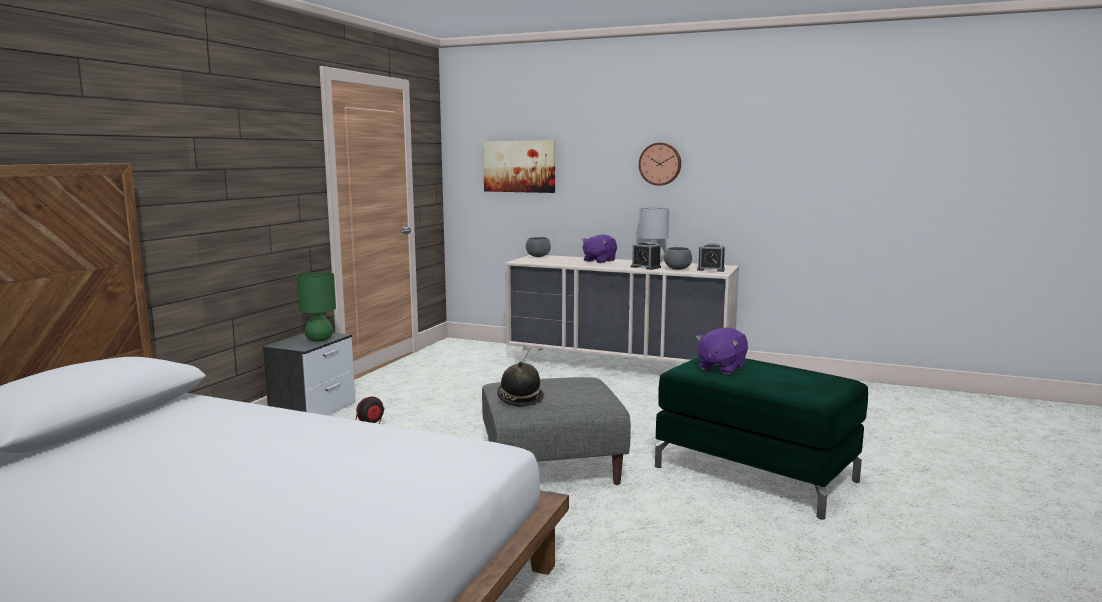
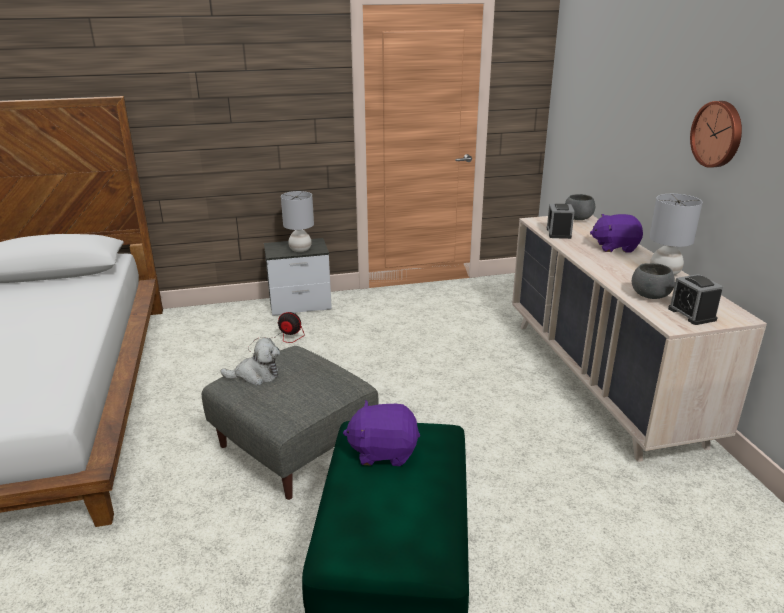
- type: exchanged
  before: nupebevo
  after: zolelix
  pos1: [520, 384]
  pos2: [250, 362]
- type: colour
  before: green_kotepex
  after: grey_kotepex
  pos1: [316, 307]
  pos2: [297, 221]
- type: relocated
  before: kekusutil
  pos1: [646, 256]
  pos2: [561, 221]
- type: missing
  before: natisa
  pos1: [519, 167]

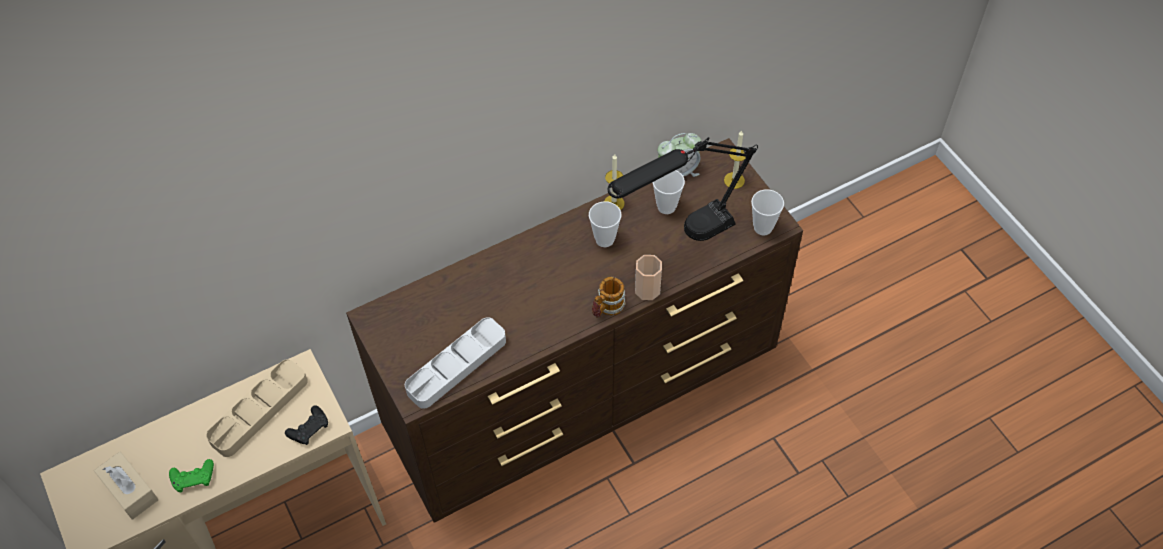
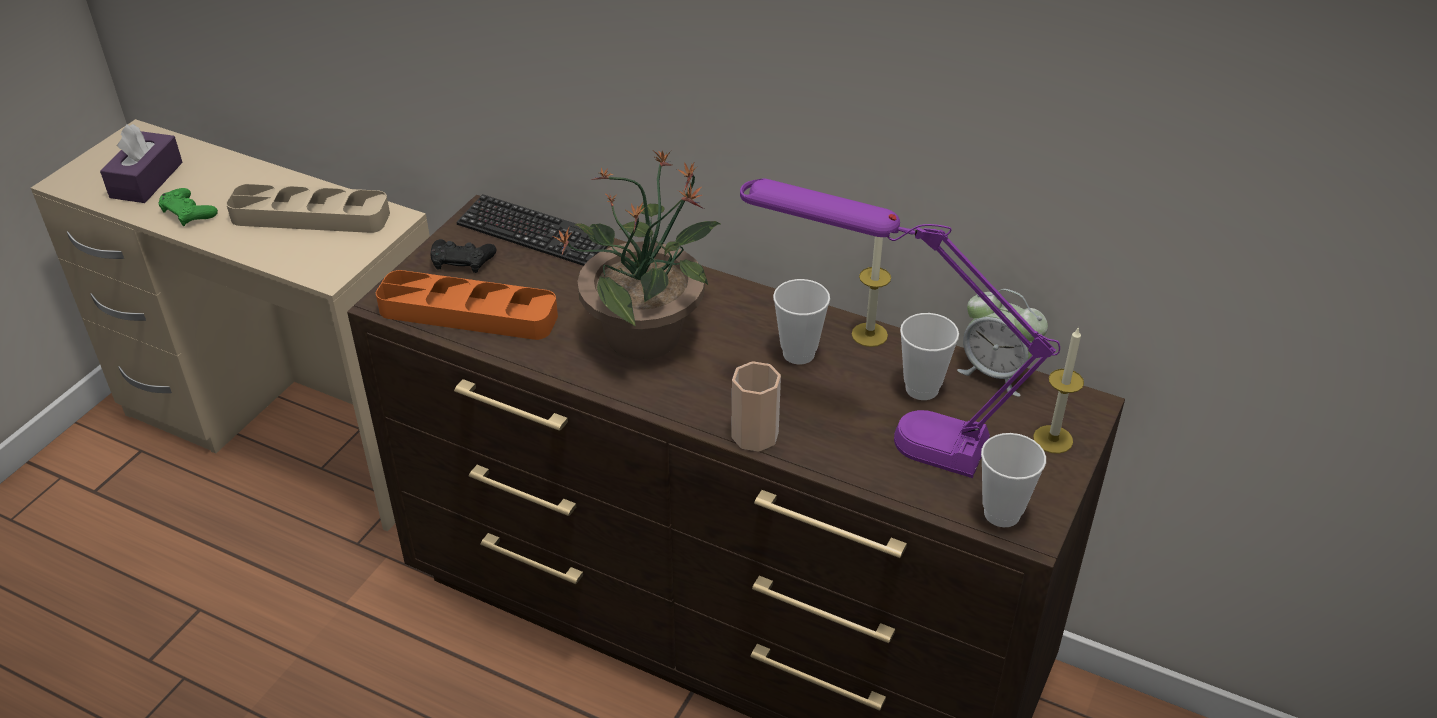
- type: colour
  before: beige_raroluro
  after: purple_raroluro
  pos1: [126, 485]
  pos2: [141, 163]
- type: colour
  before: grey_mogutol
  after: orange_mogutol
  pos1: [455, 363]
  pos2: [467, 305]
- type: relocated
  before: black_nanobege
  pos1: [306, 425]
  pos2: [463, 256]
- type: appeared
  after: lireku
  pos2: [532, 230]
- type: appeared
  after: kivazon
  pos2: [637, 255]
- type: colour
  before: black_kotepex
  after: purple_kotepex
  pos1: [683, 189]
  pos2: [900, 328]
- type: missing
  before: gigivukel
  pos1: [609, 297]

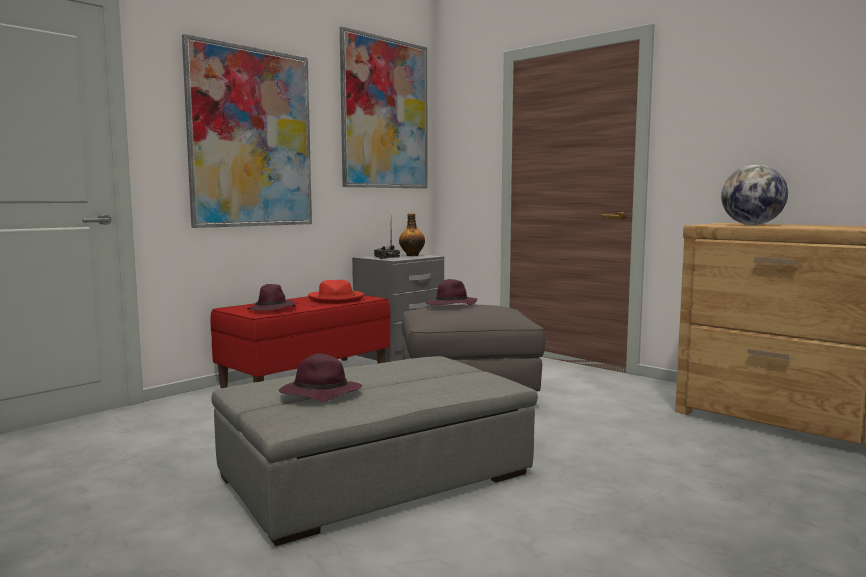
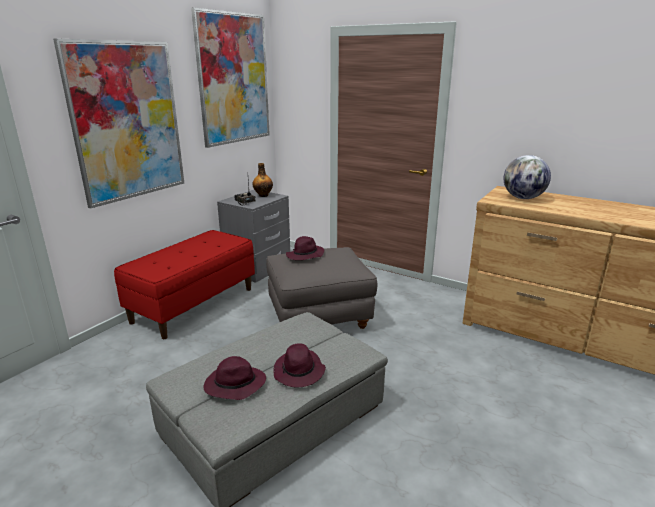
- type: relocated
  before: purple_nupebevo
  pos1: [271, 297]
  pos2: [299, 365]
- type: missing
  before: red_nupebevo
  pos1: [336, 292]

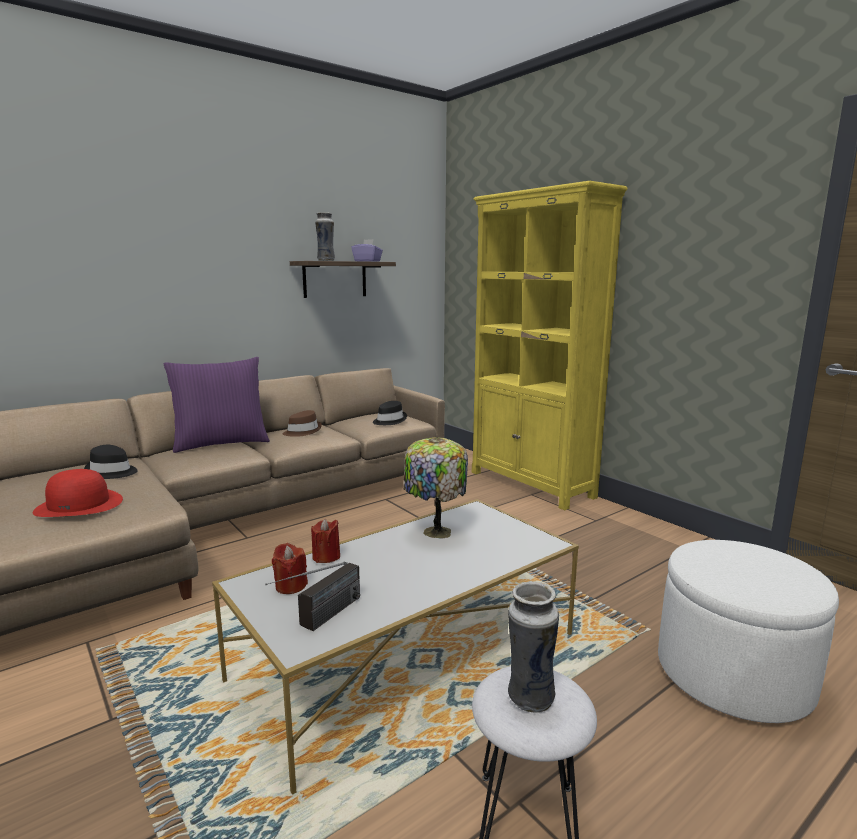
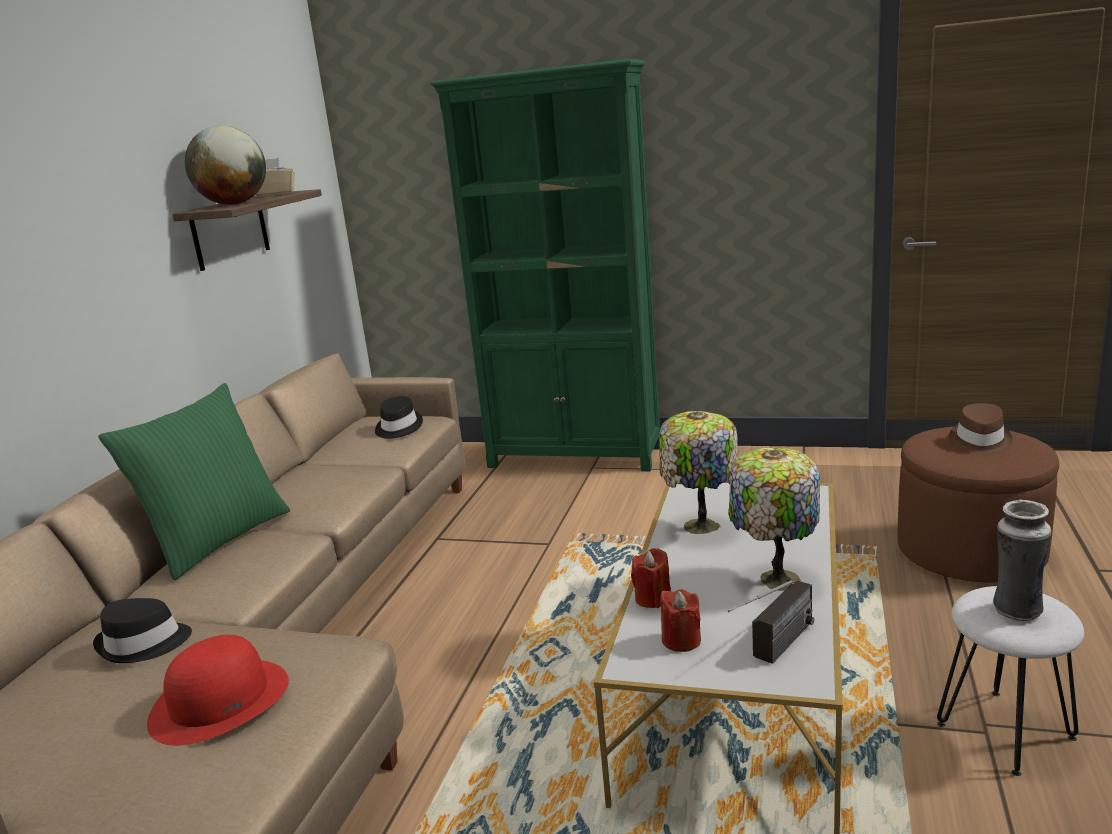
- type: colour
  before: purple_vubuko
  after: green_vubuko
  pos1: [217, 405]
  pos2: [194, 481]
- type: exchanged
  before: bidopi
  after: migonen
  pos1: [325, 236]
  pos2: [225, 165]
- type: colour
  before: purple_raroluro
  after: beige_raroluro
  pos1: [367, 250]
  pos2: [275, 177]
- type: colour
  before: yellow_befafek
  after: green_befafek
  pos1: [550, 346]
  pos2: [545, 265]
- type: appeared
  after: kotepex
  pos2: [774, 519]
- type: spun
  before: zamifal
  pos1: [312, 596]
  pos2: [771, 622]
  turn: 45
- type: colour
  before: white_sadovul
  after: brown_sadovul
  pos1: [748, 631]
  pos2: [978, 505]
- type: relocated
  before: brown_nupebevo
  pos1: [302, 423]
  pos2: [981, 429]

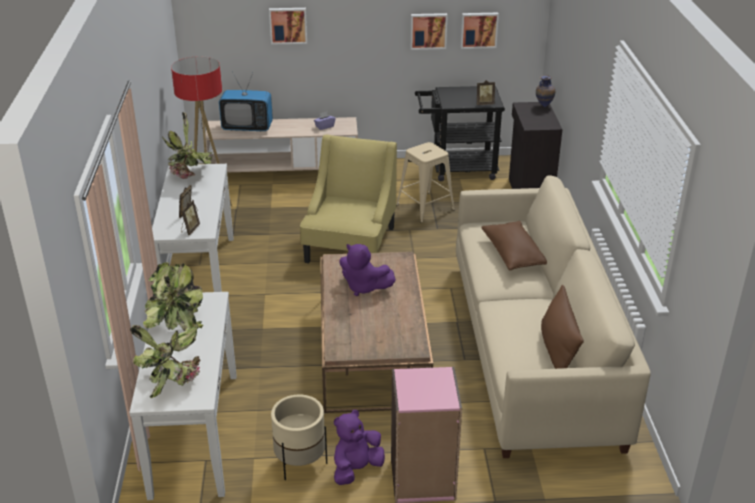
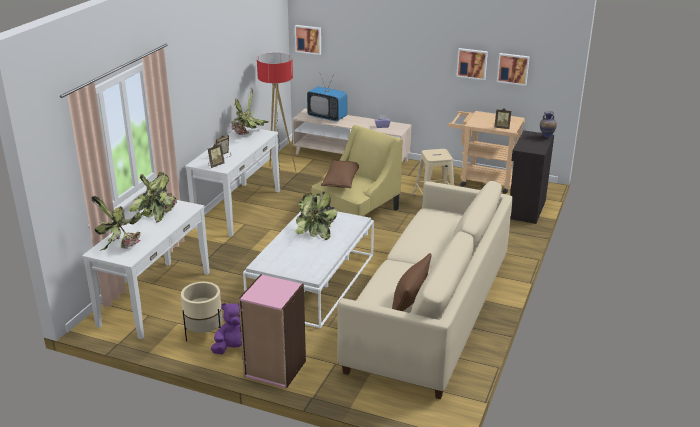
- type: colour
  before: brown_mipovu
  after: white_mipovu
  pos1: [376, 332]
  pos2: [308, 270]
- type: relocated
  before: natisa
  pos1: [288, 26]
  pos2: [308, 40]
- type: exchanged
  before: purple_zolelix
  after: kivazon
  pos1: [367, 270]
  pos2: [316, 215]
- type: relocated
  before: brown_vubuko
  pos1: [514, 246]
  pos2: [340, 174]
- type: colour
  before: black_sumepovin
  after: beige_sumepovin
  pos1: [460, 133]
  pos2: [486, 152]

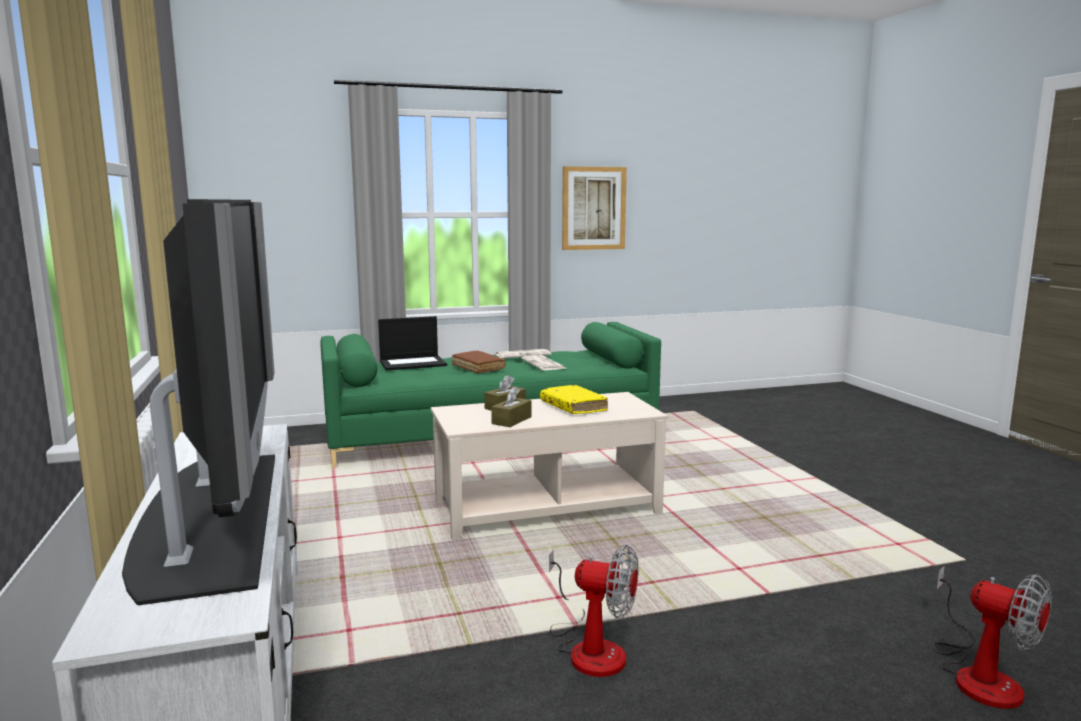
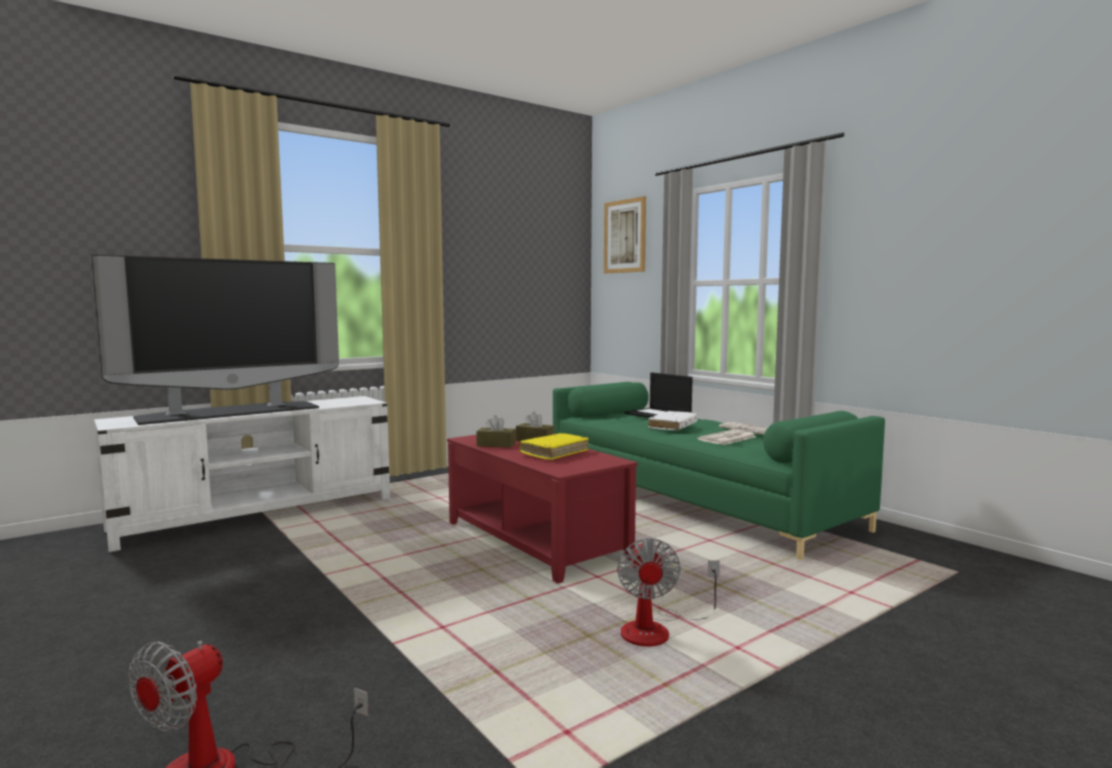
- type: colour
  before: beige_mipovu
  after: red_mipovu
  pos1: [549, 466]
  pos2: [542, 506]
- type: relocated
  before: natisa
  pos1: [594, 208]
  pos2: [625, 235]
- type: relocated
  before: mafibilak
  pos1: [594, 611]
  pos2: [668, 592]
- type: colour
  before: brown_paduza
  after: white_paduza
  pos1: [479, 362]
  pos2: [673, 421]

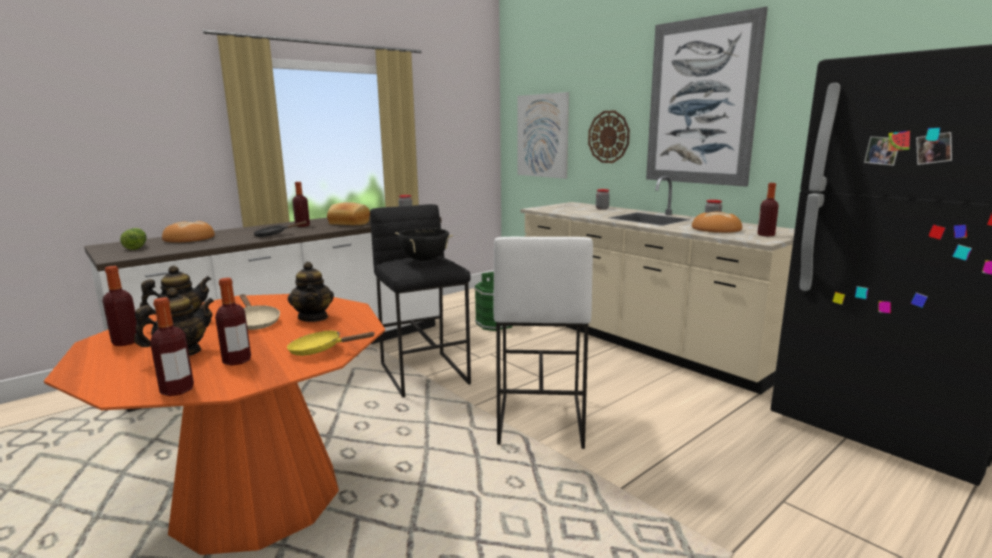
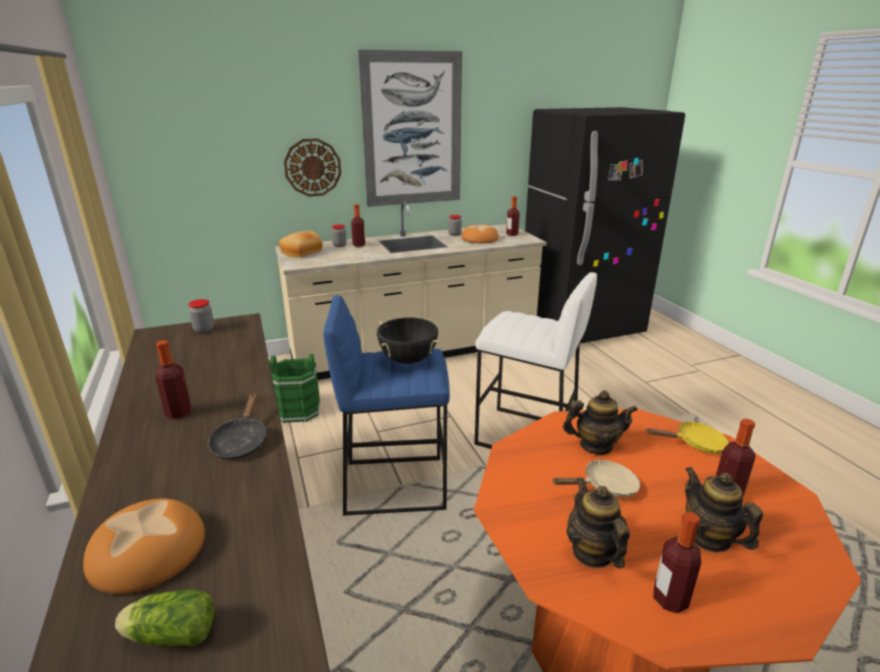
- type: relocated
  before: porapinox
  pos1: [348, 213]
  pos2: [300, 244]
- type: colour
  before: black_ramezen
  after: blue_ramezen
  pos1: [420, 301]
  pos2: [386, 406]
- type: relocated
  before: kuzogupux
  pos1: [172, 346]
  pos2: [358, 225]
- type: spun
  before: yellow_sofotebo
  pos1: [331, 343]
  pos2: [687, 437]
  turn: -120
- type: missing
  before: natisa
  pos1: [543, 135]

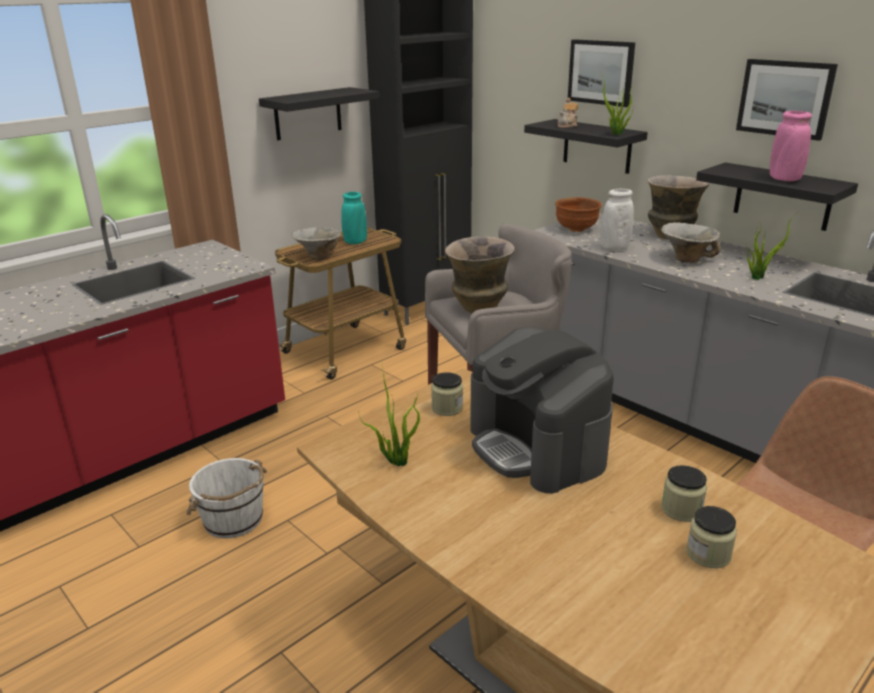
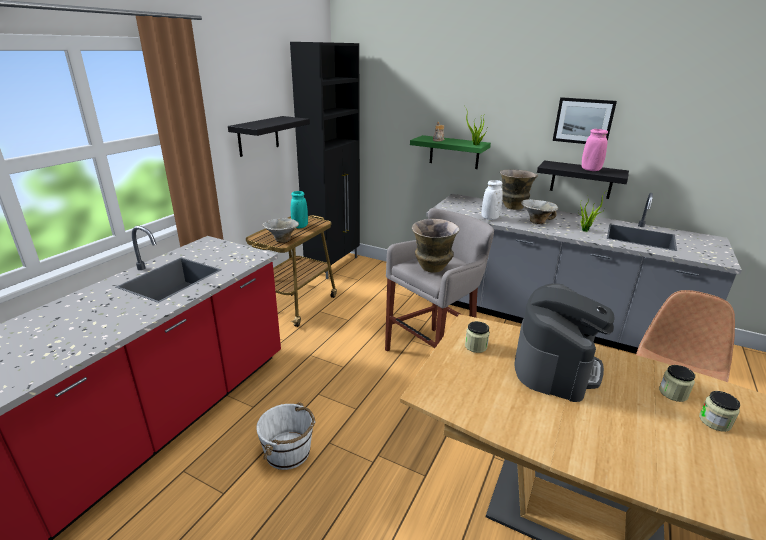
- type: colour
  before: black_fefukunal
  after: green_fefukunal
  pos1: [586, 146]
  pos2: [450, 152]
- type: spun
  before: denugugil
  pos1: [542, 410]
  pos2: [564, 342]
  turn: -105
- type: missing
  before: kivazon
  pos1: [389, 417]
- type: missing
  before: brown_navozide
  pos1: [578, 214]
- type: missing
  before: natisa
  pos1: [601, 73]

